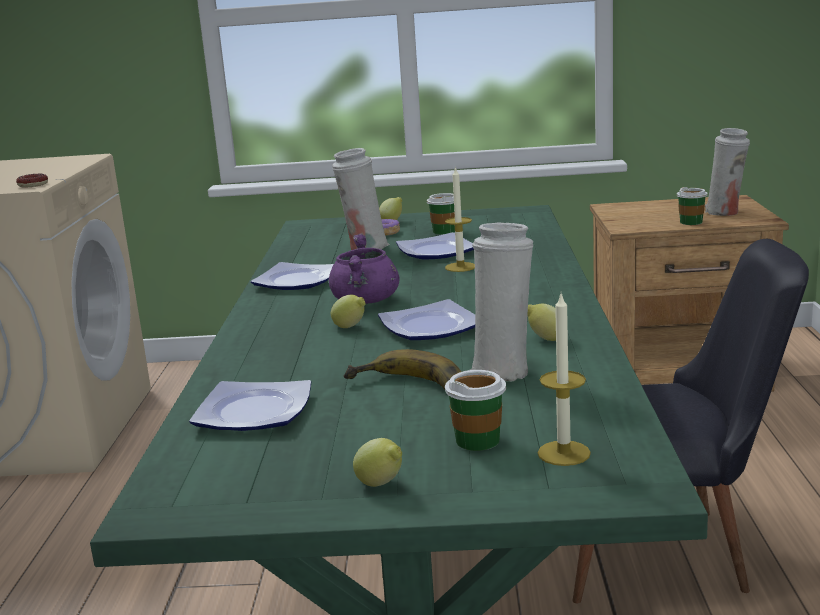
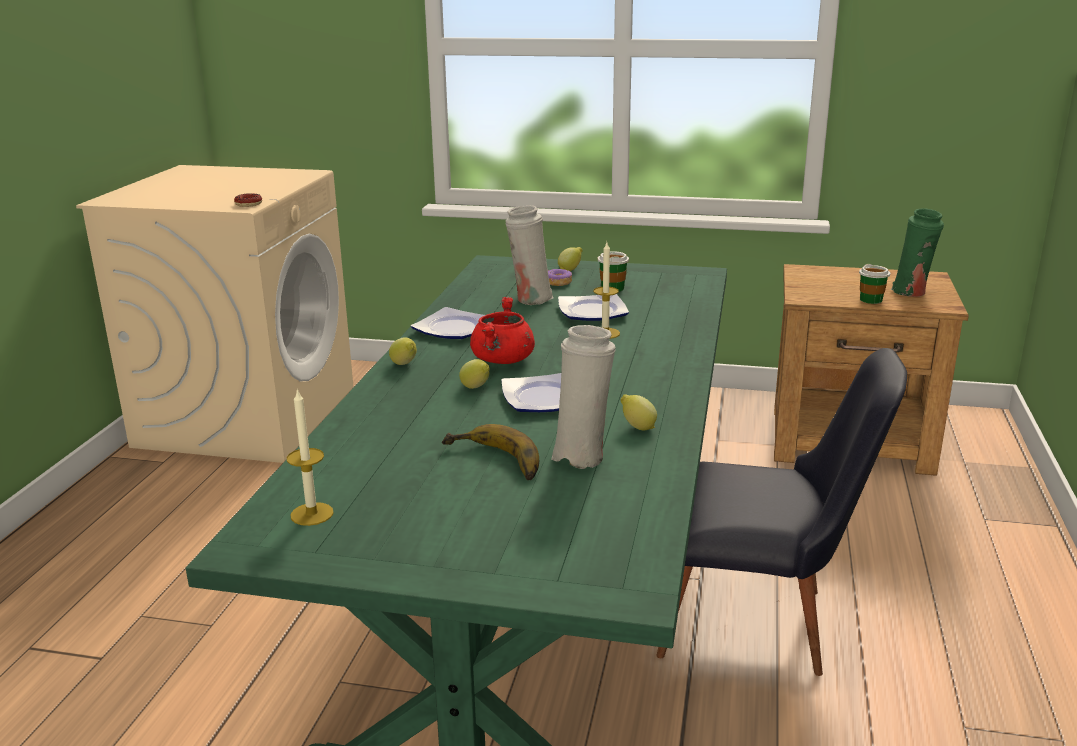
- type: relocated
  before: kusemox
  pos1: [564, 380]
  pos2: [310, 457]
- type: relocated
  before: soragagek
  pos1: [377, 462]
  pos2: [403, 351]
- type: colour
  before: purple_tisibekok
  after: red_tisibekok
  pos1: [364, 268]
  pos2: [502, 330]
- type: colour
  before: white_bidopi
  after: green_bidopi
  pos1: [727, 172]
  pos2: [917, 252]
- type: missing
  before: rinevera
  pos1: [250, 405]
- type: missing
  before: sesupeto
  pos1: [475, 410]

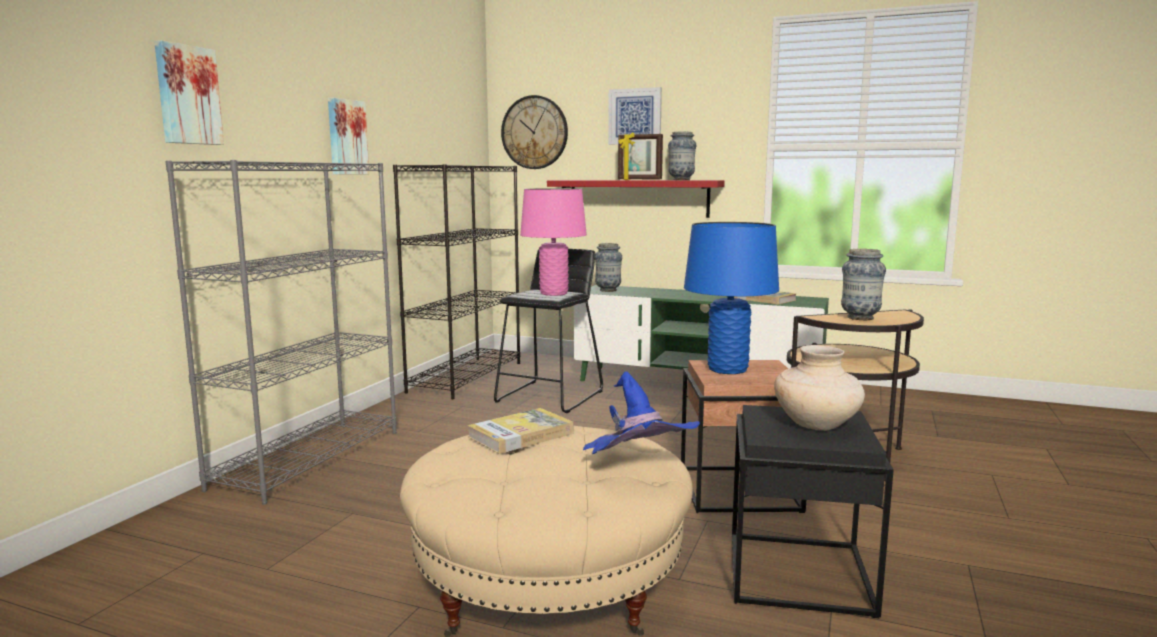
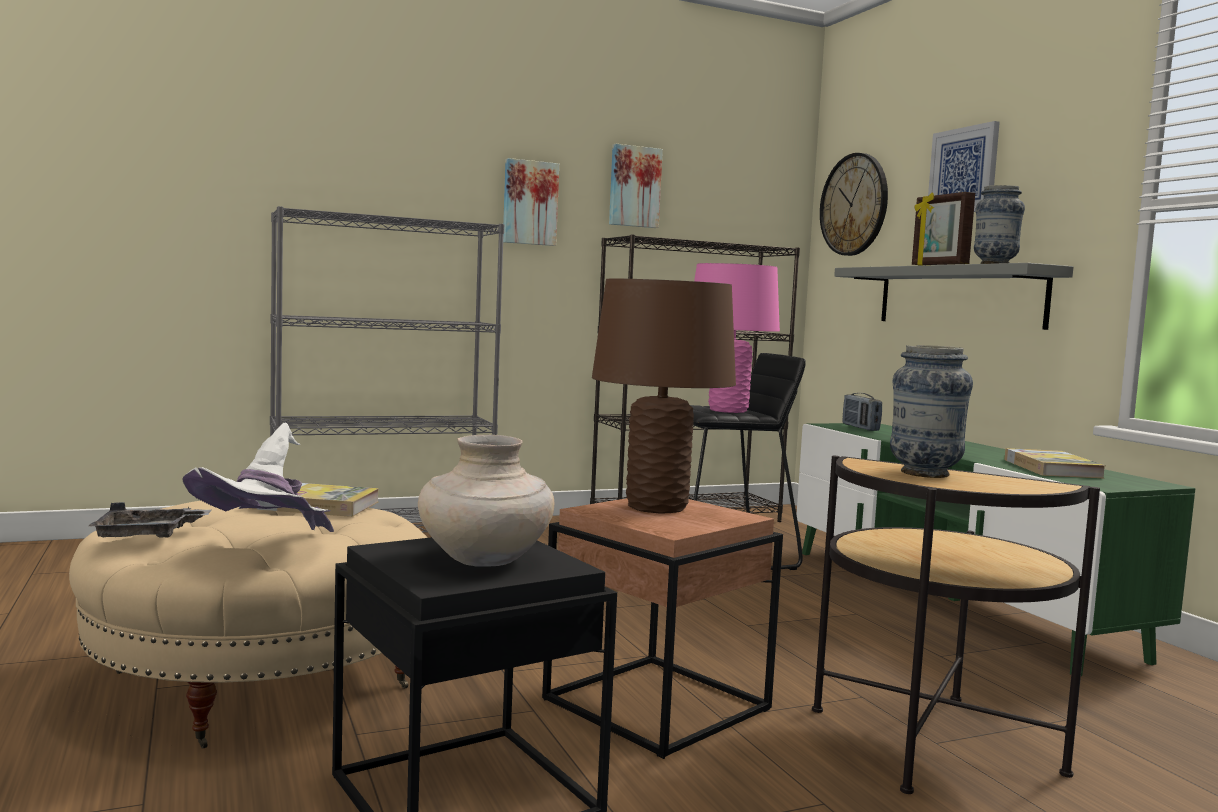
- type: appeared
  after: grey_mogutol
  pos2: [150, 520]
- type: colour
  before: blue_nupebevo
  after: white_nupebevo
  pos1: [641, 413]
  pos2: [258, 477]
- type: colour
  before: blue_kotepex
  after: brown_kotepex
  pos1: [731, 298]
  pos2: [664, 395]
- type: relocated
  before: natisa
  pos1: [189, 92]
  pos2: [636, 186]
- type: colour
  before: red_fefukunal
  after: grey_fefukunal
  pos1: [636, 199]
  pos2: [953, 296]
- type: exchanged
  before: bidopi
  after: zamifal
  pos1: [608, 267]
  pos2: [862, 412]

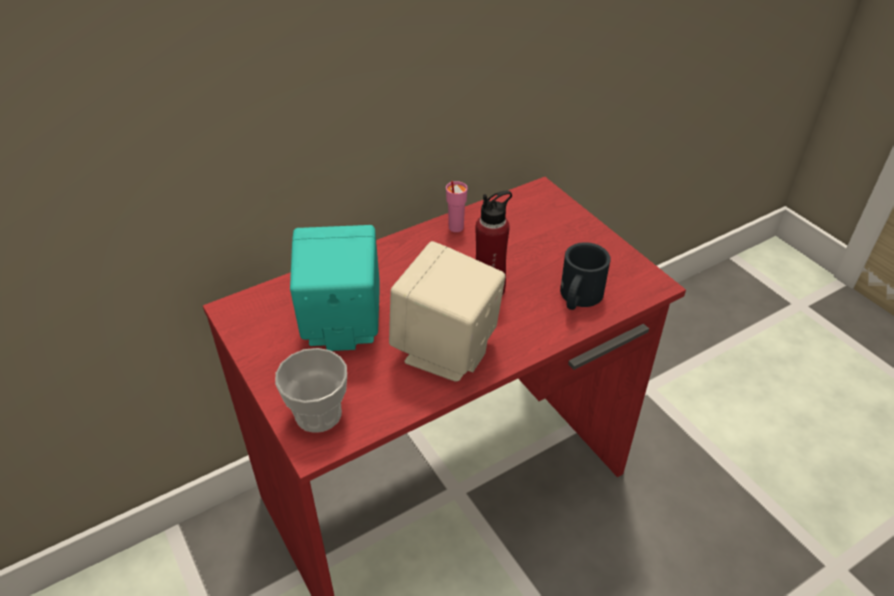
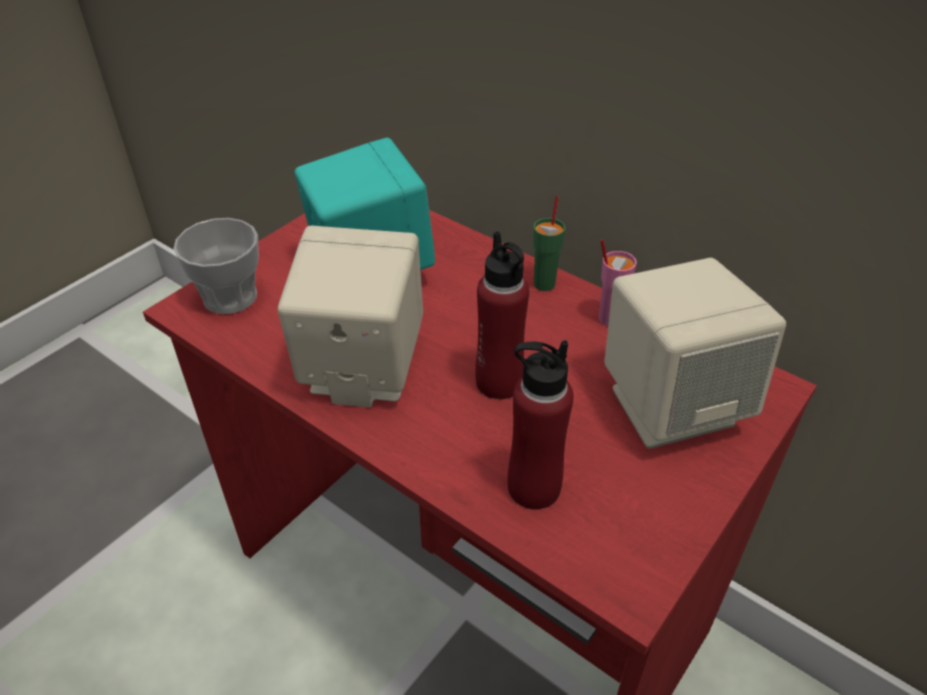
- type: exchanged
  before: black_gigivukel
  after: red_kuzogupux
  pos1: [585, 276]
  pos2: [541, 424]
- type: appeared
  after: green_sesupeto
  pos2: [549, 243]
- type: appeared
  after: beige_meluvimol
  pos2: [695, 353]

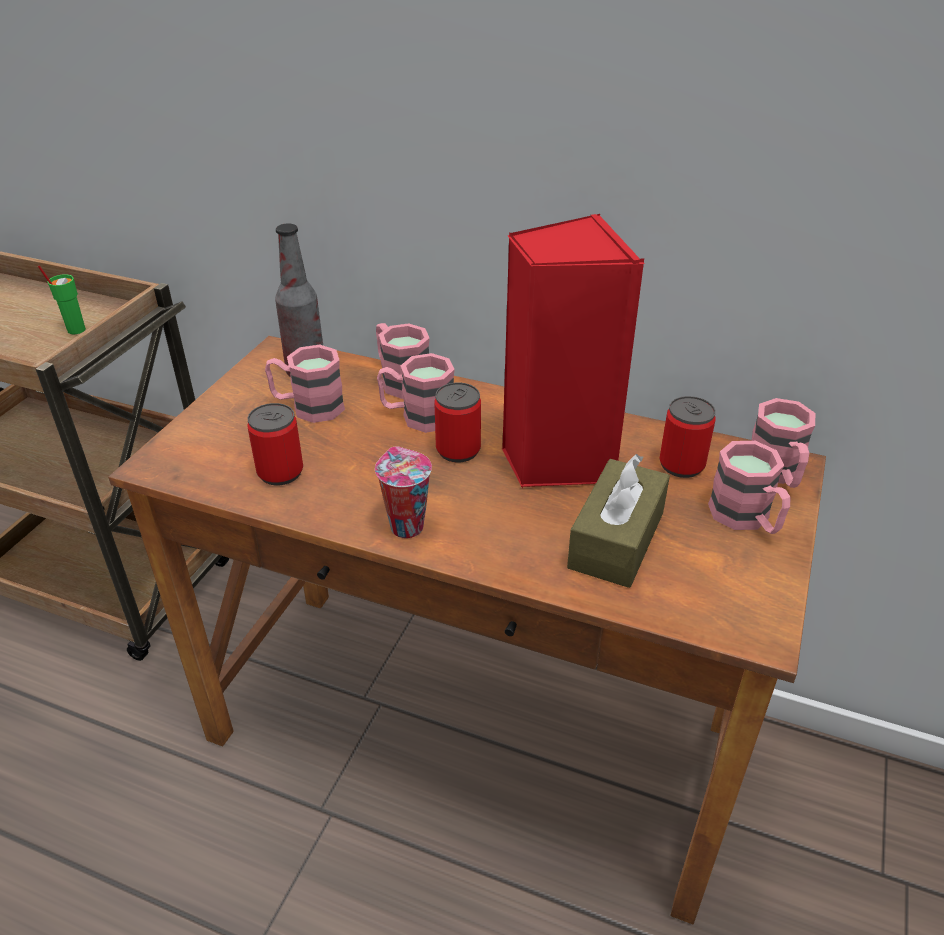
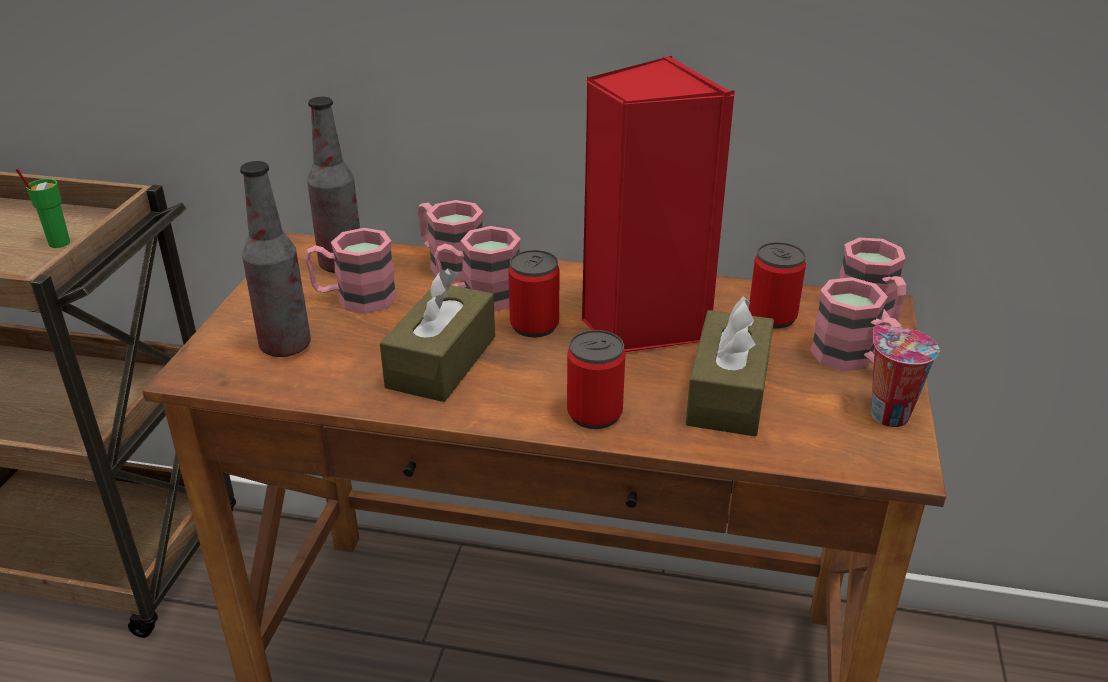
- type: appeared
  after: kuzogupux
  pos2: [275, 259]
- type: appeared
  after: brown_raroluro
  pos2: [437, 335]
- type: relocated
  before: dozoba
  pos1: [275, 444]
  pos2: [596, 379]
- type: relocated
  before: sesupeto
  pos1: [403, 492]
  pos2: [905, 376]

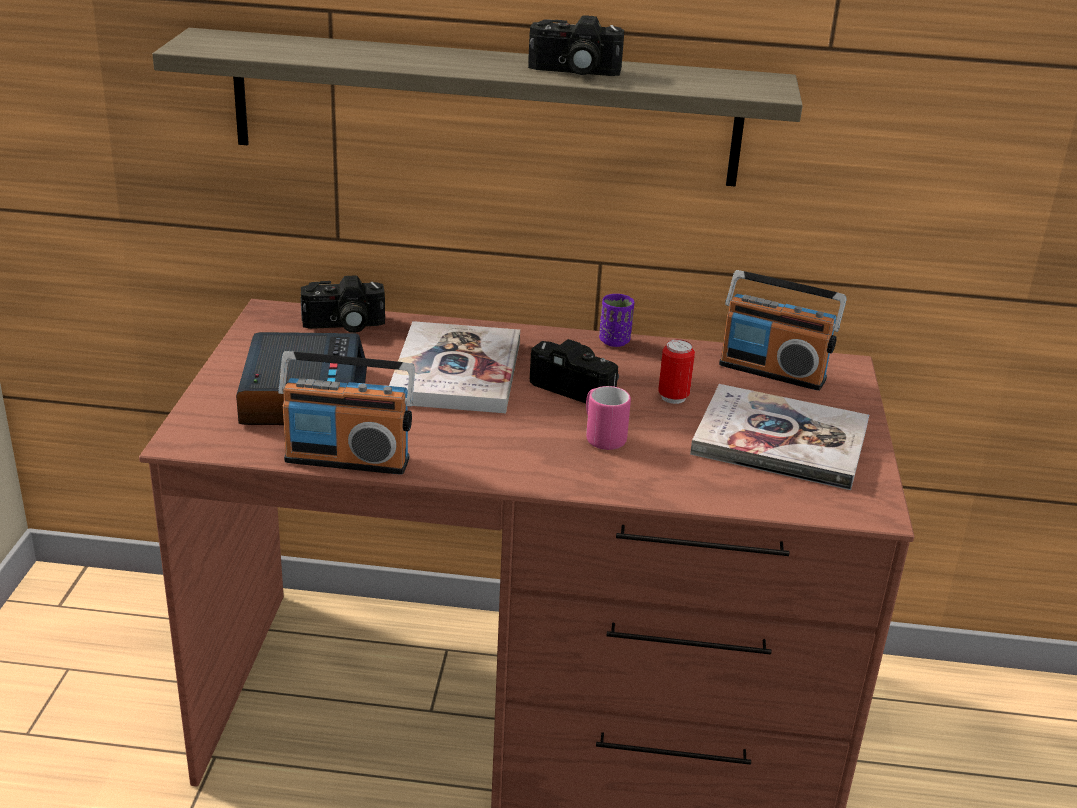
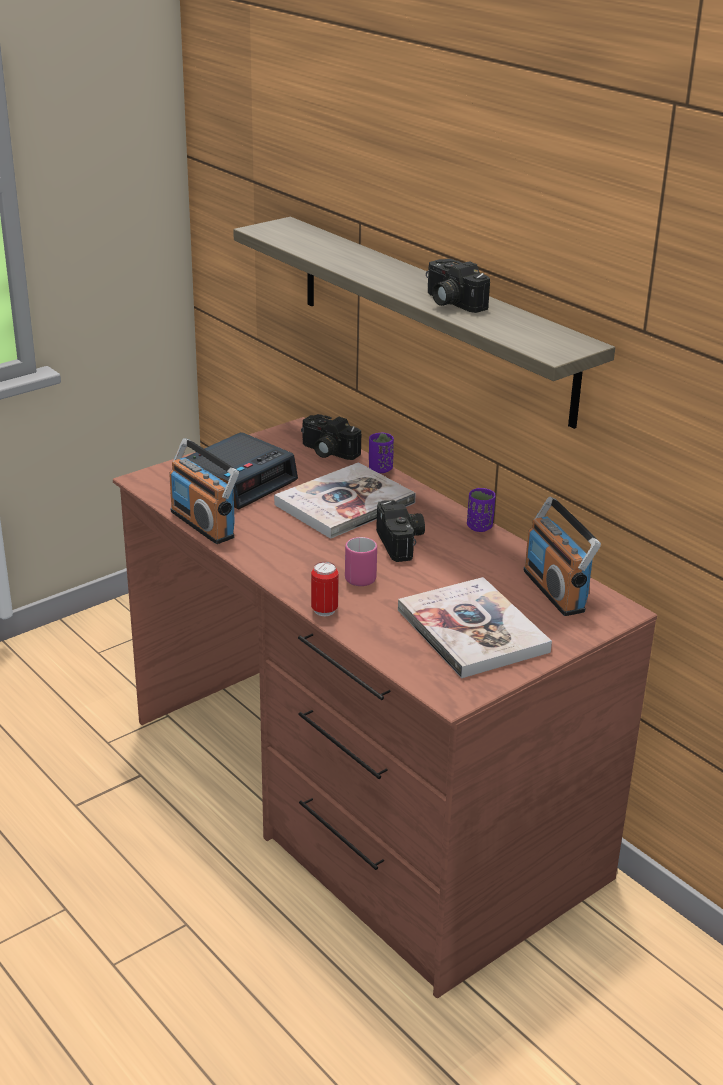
- type: relocated
  before: dozoba
  pos1: [676, 371]
  pos2: [325, 589]
- type: appeared
  after: purple_sesupeto
  pos2: [381, 453]

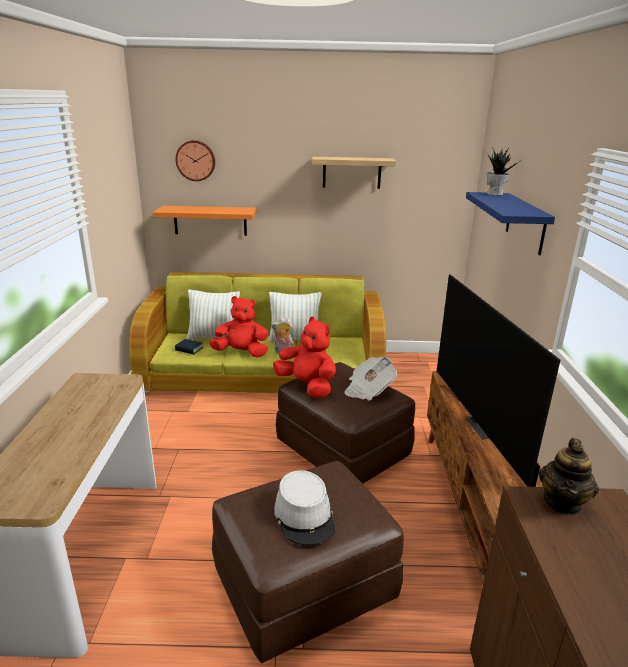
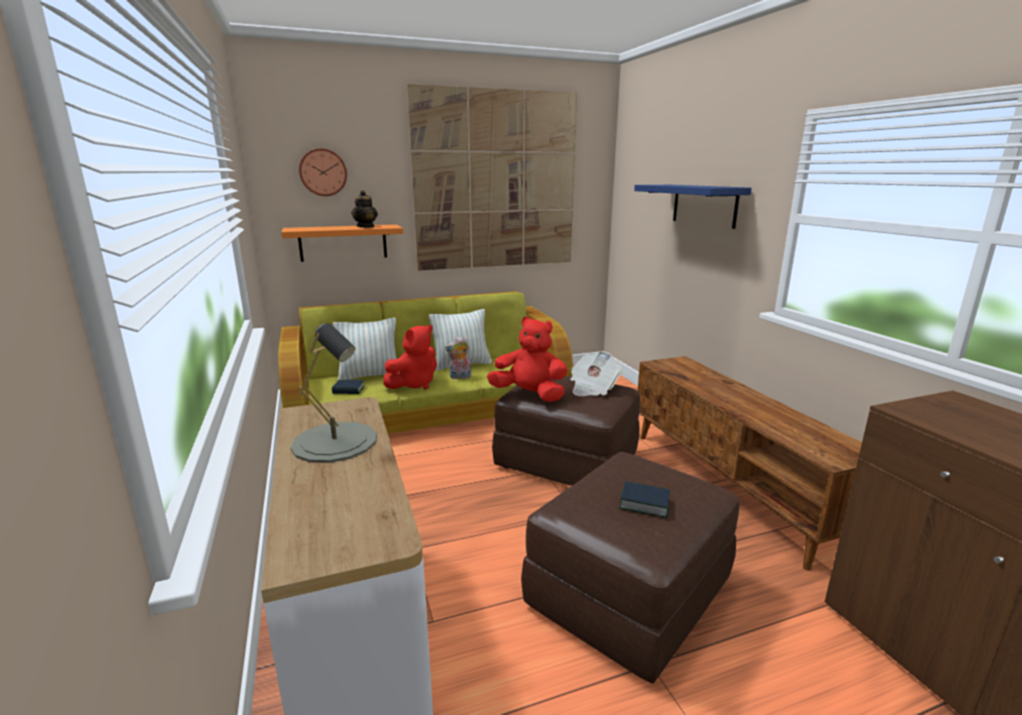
- type: appeared
  after: grey_kotepex
  pos2: [333, 393]
- type: relocated
  before: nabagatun
  pos1: [569, 477]
  pos2: [364, 209]
- type: spun
  before: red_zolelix
  pos1: [239, 326]
  pos2: [410, 357]
  turn: 150
- type: exchanged
  before: fefukunal
  after: natisa
  pos1: [354, 173]
  pos2: [492, 177]
- type: exchanged
  before: grey_nupebevo
  after: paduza
  pos1: [305, 508]
  pos2: [644, 499]
- type: missing
  before: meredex
  pos1: [498, 380]
- type: missing
  before: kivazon
  pos1: [502, 171]

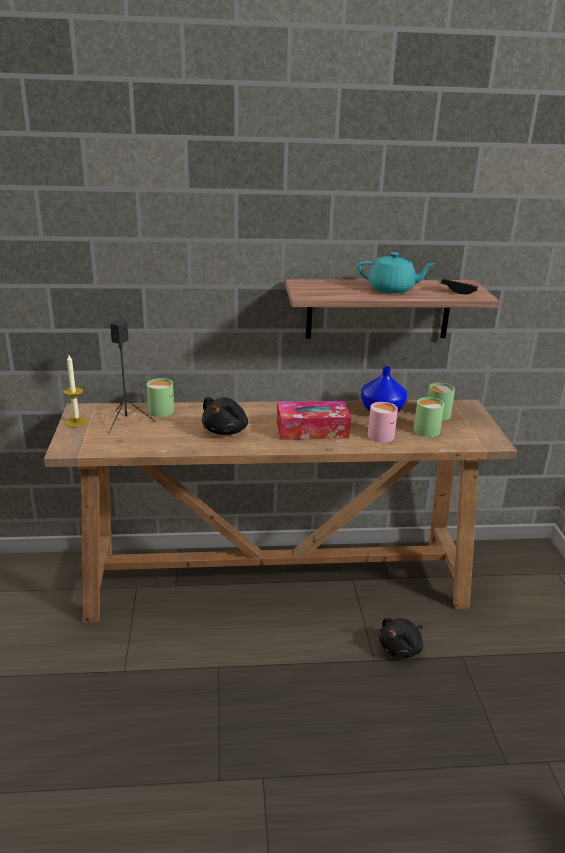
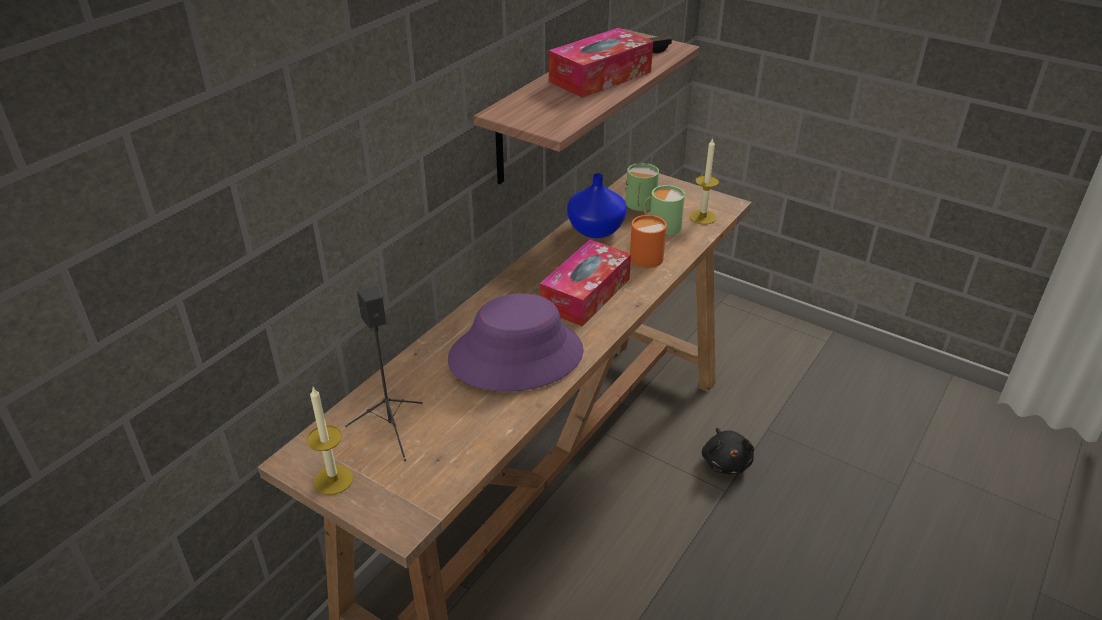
- type: exchanged
  before: black_zolelix
  after: purple_nupebevo
  pos1: [225, 416]
  pos2: [516, 342]
- type: exchanged
  before: turquoise_nabagatun
  after: raroluro
  pos1: [396, 273]
  pos2: [601, 63]
- type: colour
  before: pink_gigivukel
  after: orange_gigivukel
  pos1: [383, 422]
  pos2: [648, 241]
- type: appeared
  after: kusemox
  pos2: [704, 181]
- type: missing
  before: green_gigivukel
  pos1: [161, 397]

